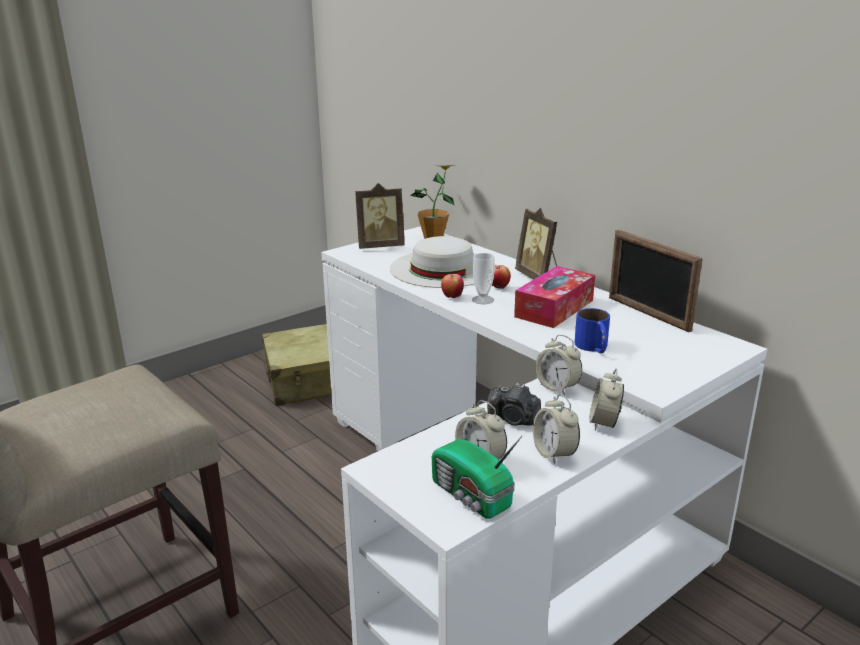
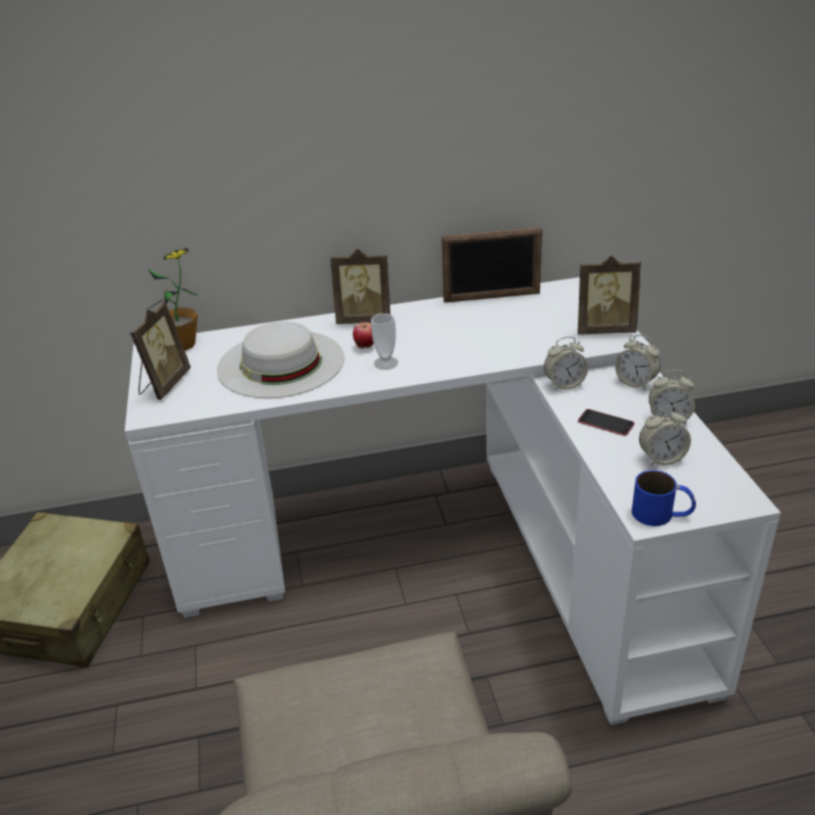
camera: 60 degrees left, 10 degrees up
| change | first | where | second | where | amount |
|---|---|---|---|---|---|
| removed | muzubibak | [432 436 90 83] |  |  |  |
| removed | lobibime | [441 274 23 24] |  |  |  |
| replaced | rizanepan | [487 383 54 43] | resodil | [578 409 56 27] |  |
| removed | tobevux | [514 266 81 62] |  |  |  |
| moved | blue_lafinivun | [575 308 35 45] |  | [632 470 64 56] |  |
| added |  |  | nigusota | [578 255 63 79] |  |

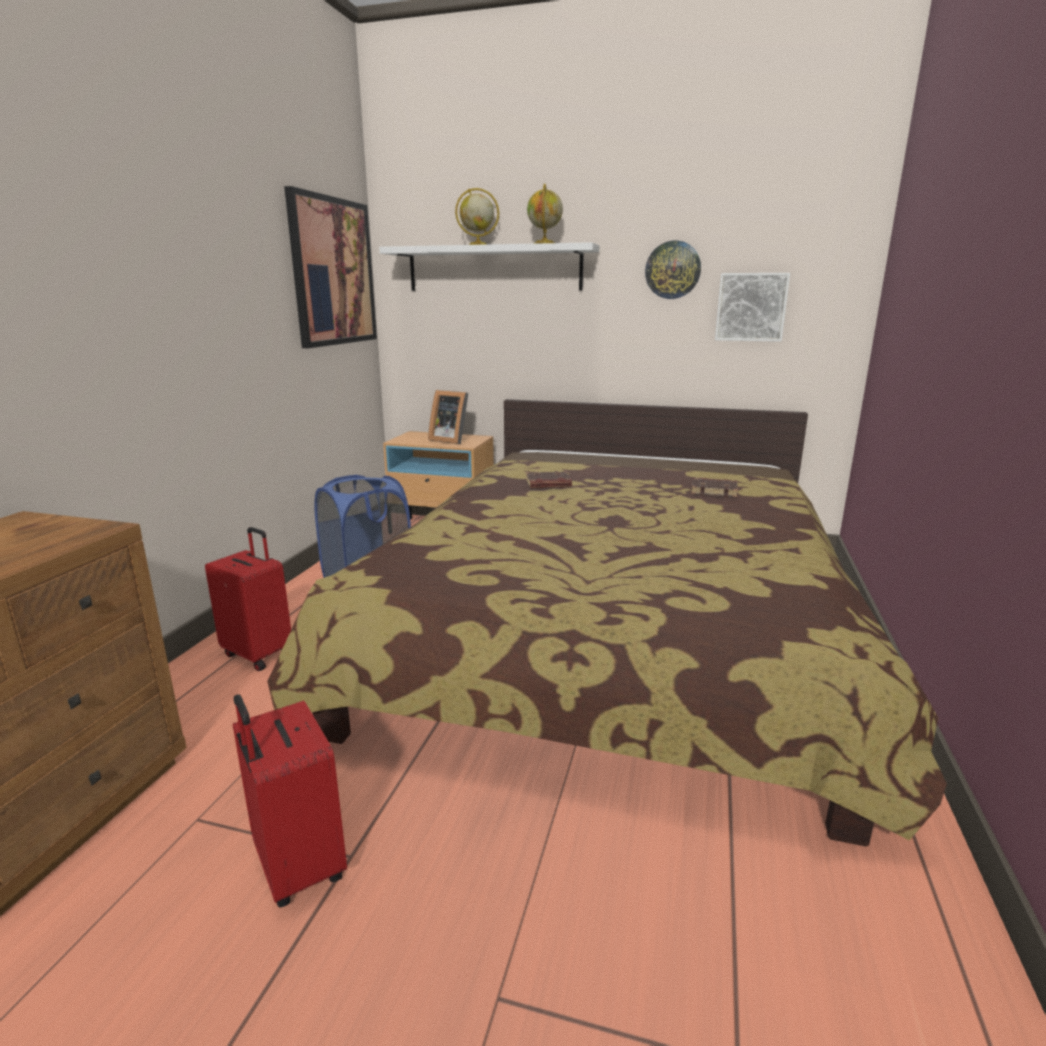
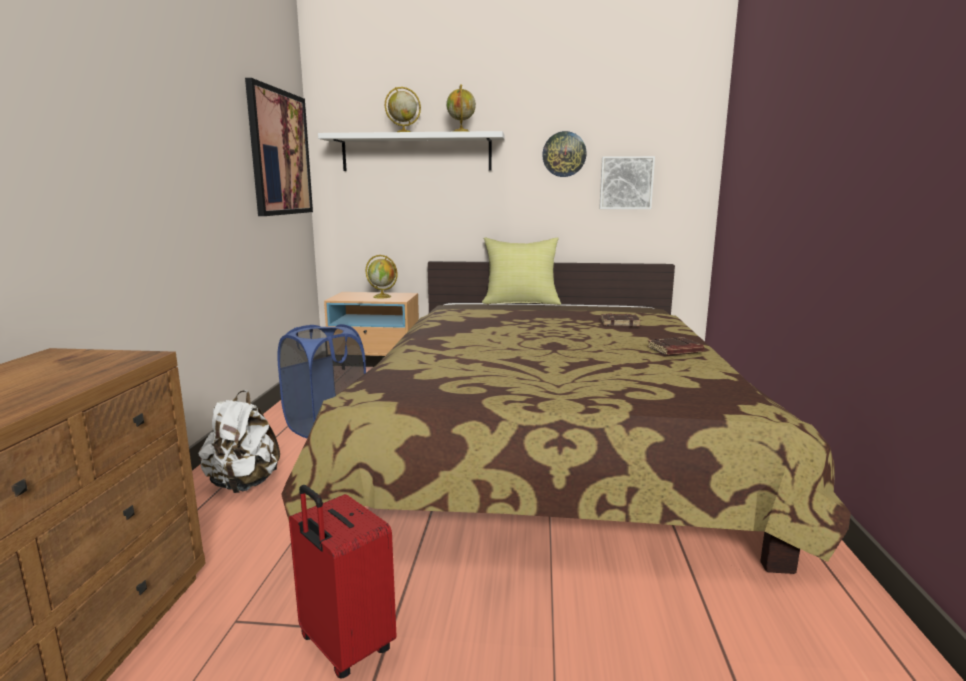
camera: 10 degrees left, 5 degrees down
| change | first | where | second | where | amount |
|---|---|---|---|---|---|
| replaced | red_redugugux | [205 527 86 144] | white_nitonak | [198 390 82 103] |  |
| replaced | nigusota | [428 390 40 54] | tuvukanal | [366 255 32 44] |  |
| moved | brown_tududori | [526 471 46 17] |  | [647 337 57 18] |  |
| added |  |  | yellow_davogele | [482 237 79 68] |  |

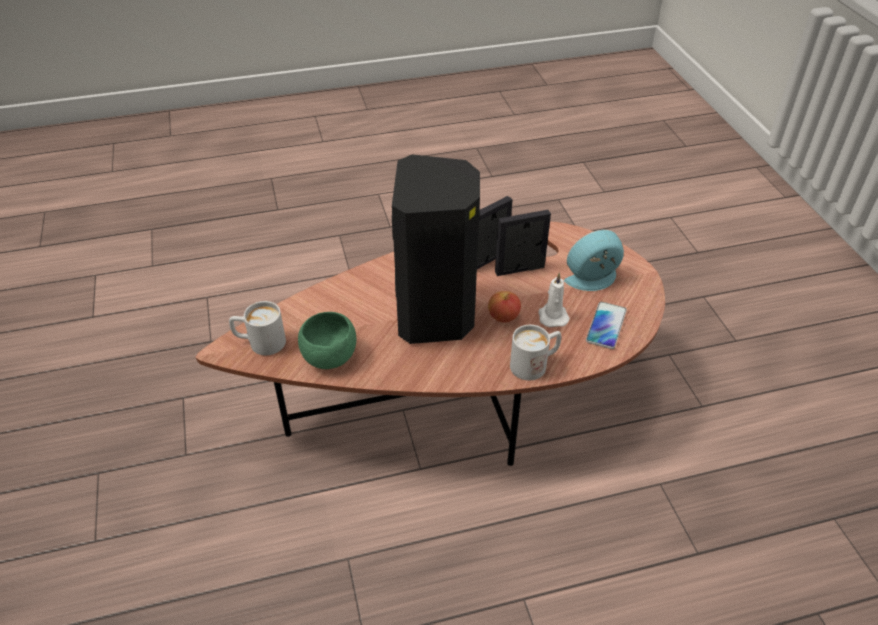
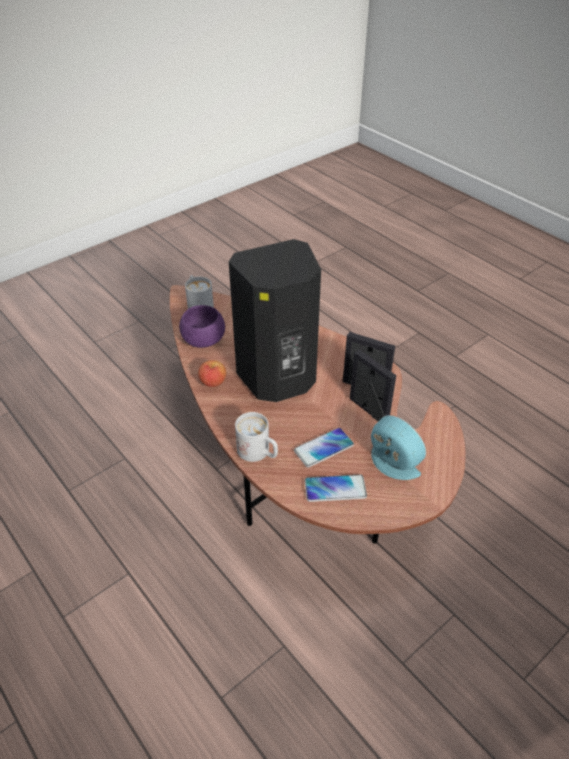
camera: 65 degrees right, 0 degrees up
| change | first | where | second | where | amount |
|---|---|---|---|---|---|
| recoloured | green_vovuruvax | [298 312 58 57] | purple_vovuruvax | [179 305 46 43] |  |
| moved | lobibime | [488 291 33 31] |  | [198 360 28 27] |  |
| replaced | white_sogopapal | [538 273 32 54] | resodil | [294 428 60 39] |  |

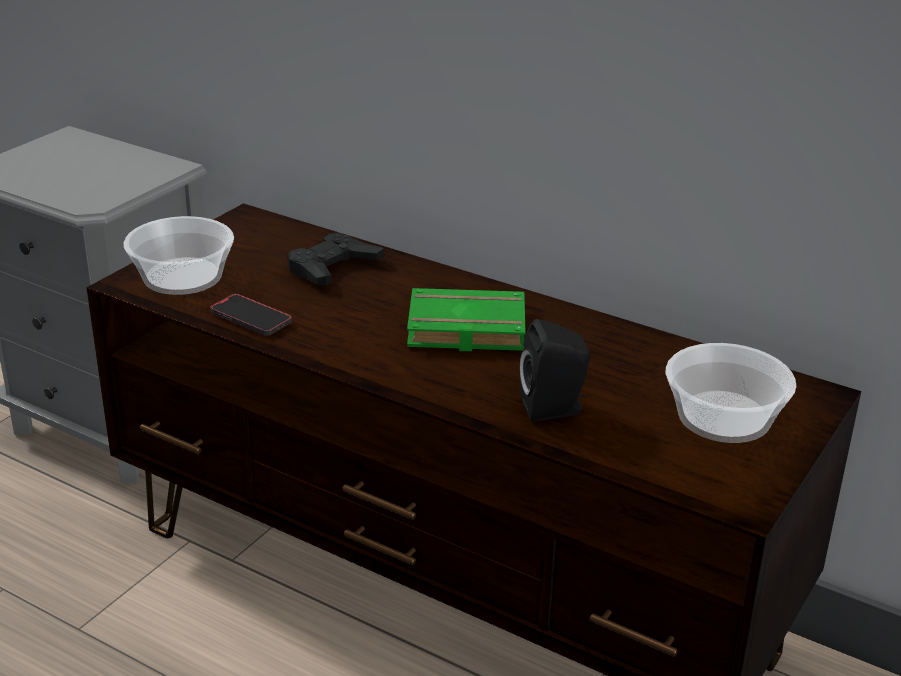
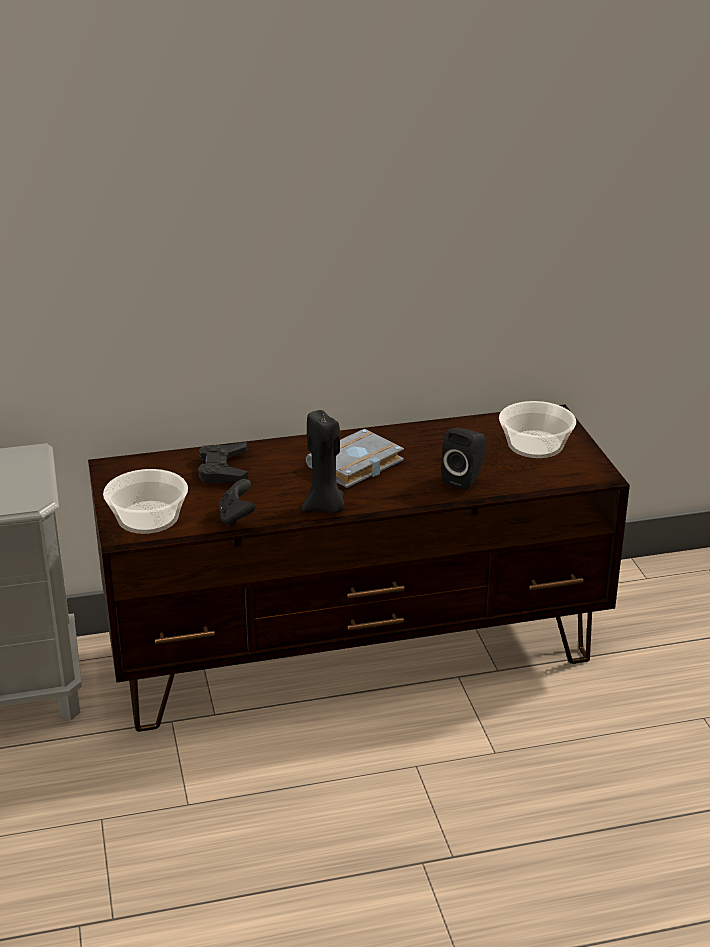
camera: 45 degrees left, 0 degrees up
| change | first | where | second | where | amount |
|---|---|---|---|---|---|
| replaced | resodil | [210 294 82 41] | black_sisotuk | [218 479 37 48] |  |
| recoloured | green_tududori | [407 288 119 64] | grey_tududori | [306 429 98 59] |  |
| added |  |  | black_sogopapal | [302 410 42 103] |  |

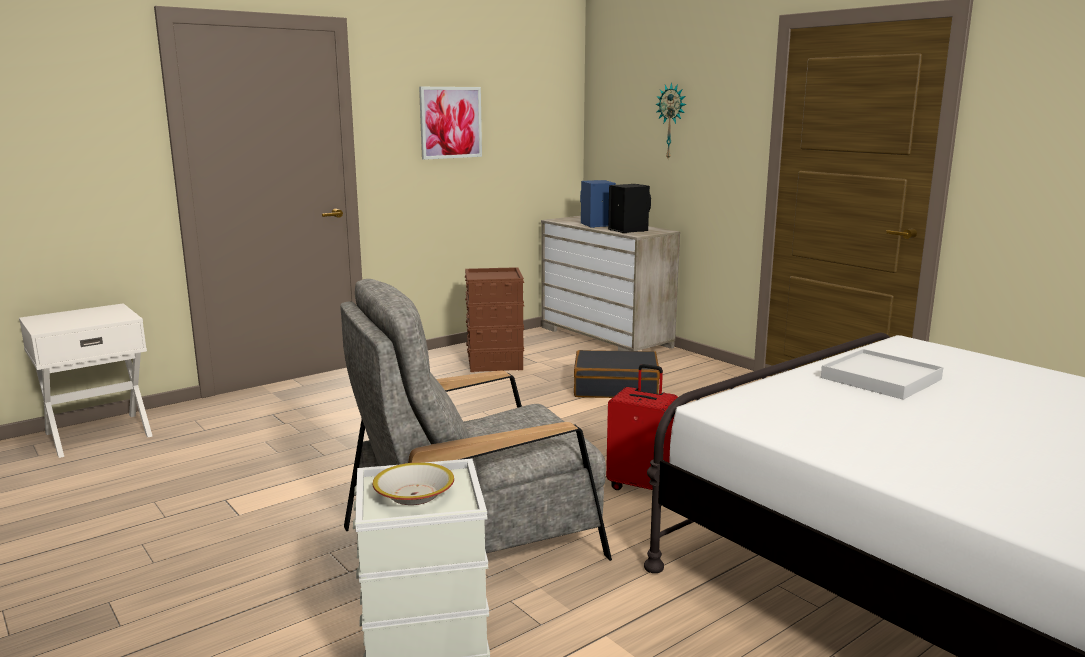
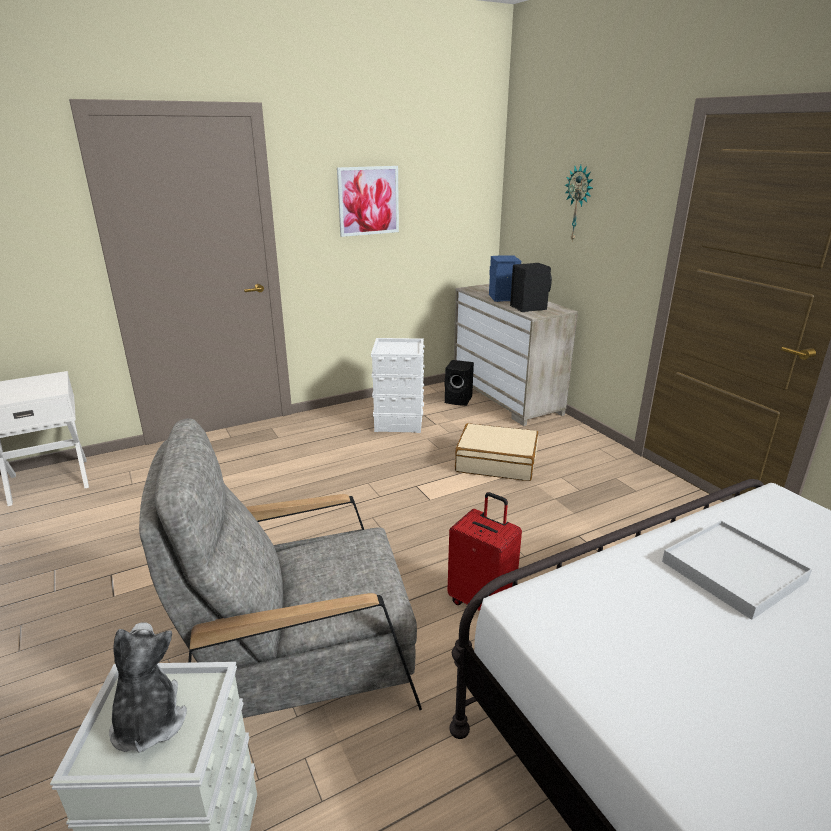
camera: 10 degrees right, 10 degrees up
| change | first | where | second | where | amount |
|---|---|---|---|---|---|
| replaced | vovuruvax | [373 462 81 43] | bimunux | [109 622 78 131] |  |
| recoloured | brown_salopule | [465 267 59 105] | white_salopule | [371 338 54 95] |  |
| recoloured | black_redugugux | [574 350 86 48] | beige_redugugux | [455 423 83 58] |  |
| added |  |  | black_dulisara | [445 360 29 46] |  |

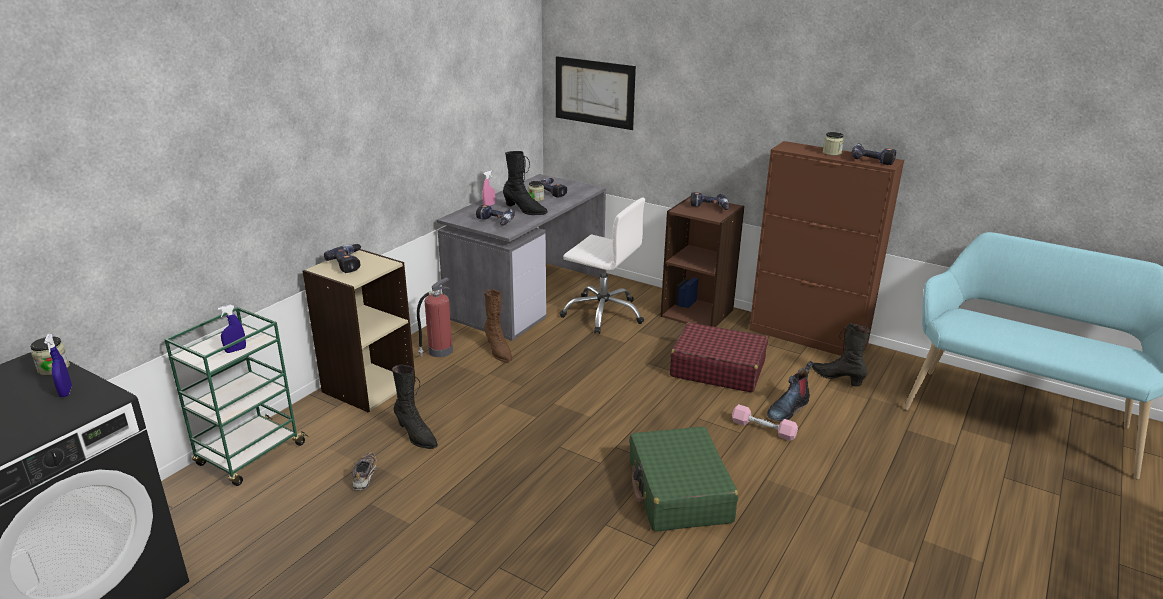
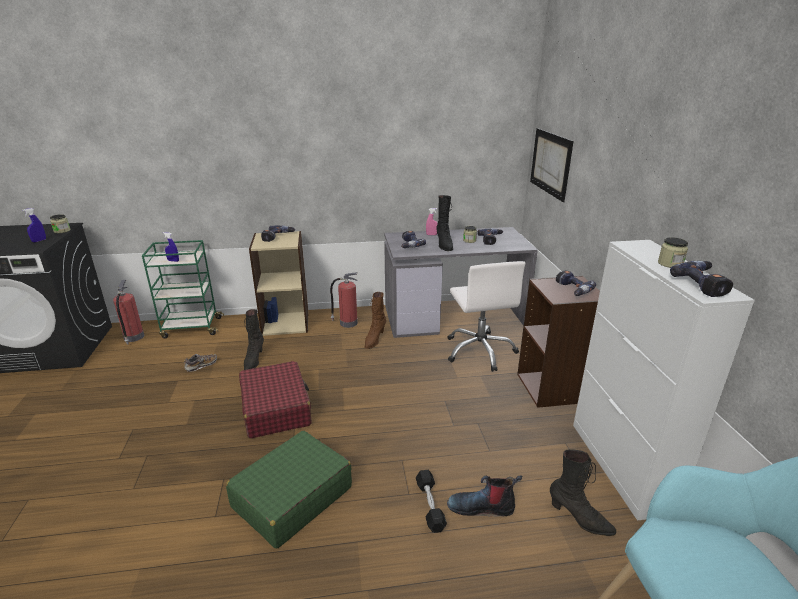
camera: 50 degrees right, 0 degrees up
| change | first | where | second | where | amount |
|---|---|---|---|---|---|
| moved | red_redugugux | [670 323 98 70] |  | [239 361 72 78] |  |
| recoloured | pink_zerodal | [732 404 66 37] | black_zerodal | [416 470 31 63] |  |
| recoloured | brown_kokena | [749 141 155 215] | white_kokena | [573 240 182 281] |  |
| turned | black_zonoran | [812 323 58 64] |  | [550 449 66 87] | 120 degrees clockwise |
| added |  |  | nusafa | [113 280 31 65] |  |

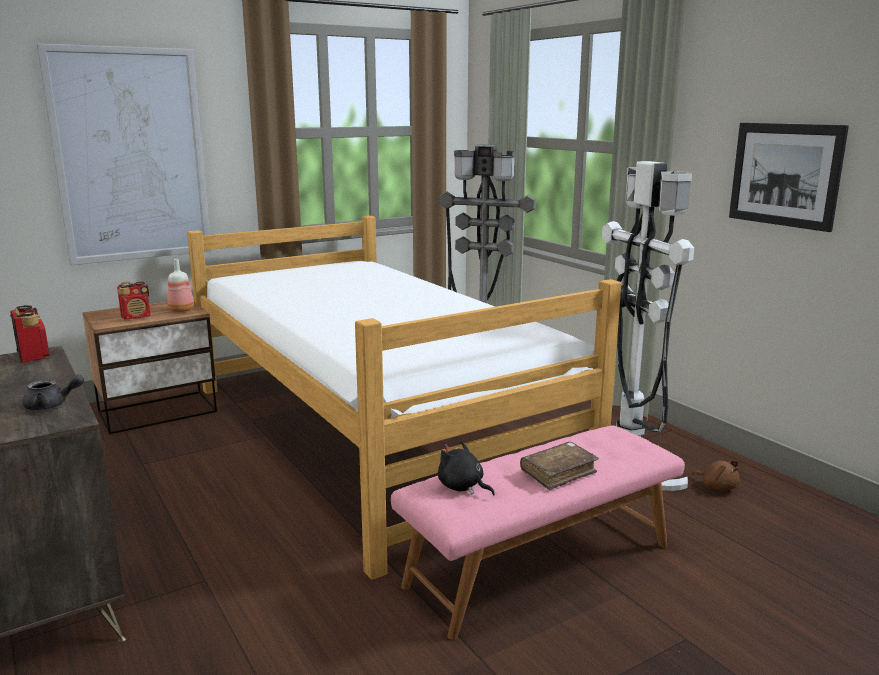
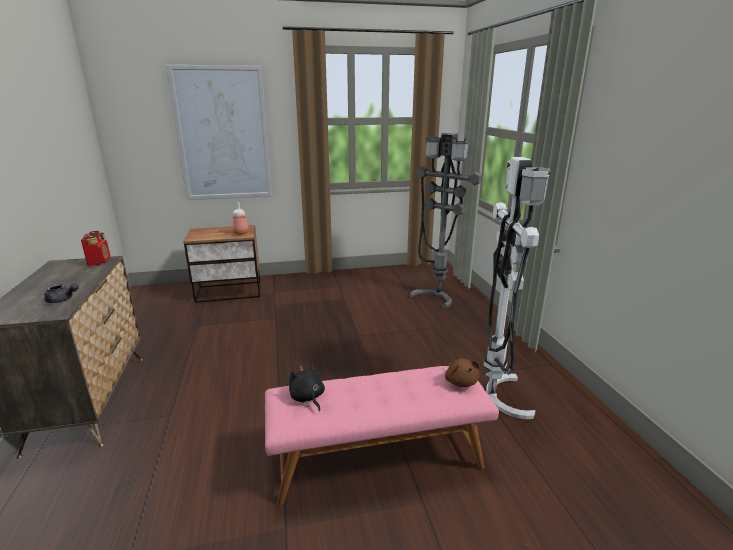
camera: 20 degrees right, 5 degrees up
| change | first | where | second | where | amount |
|---|---|---|---|---|---|
| removed | muzubibak | [117 281 34 39] |  |  |  |
| removed | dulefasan | [187 216 434 364] |  |  |  |
| removed | brown_tududori | [520 442 79 48] |  |  |  |
| moved | brown_bimunux | [692 460 48 31] |  | [445 359 35 28] |  |
| removed | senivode | [729 123 120 109] |  |  |  |

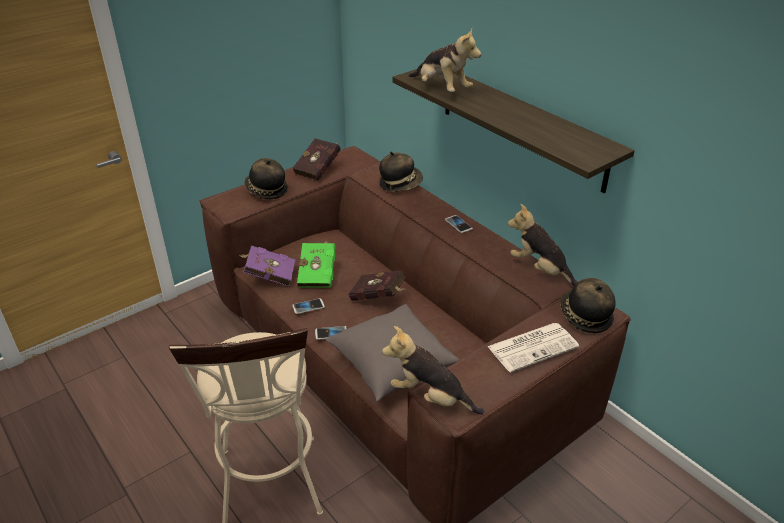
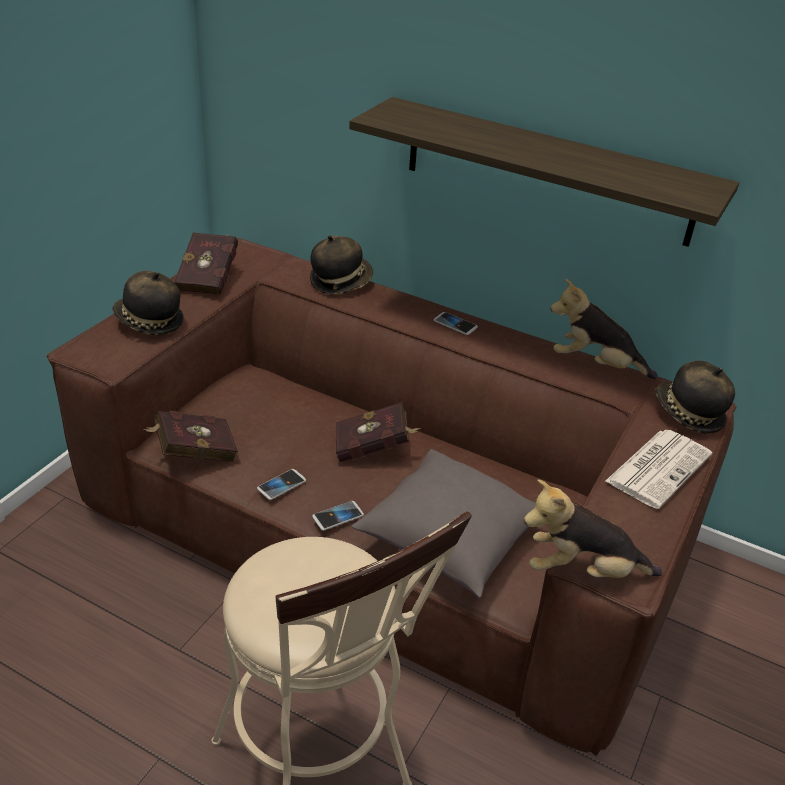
camera: 25 degrees left, 0 degrees up
| change | first | where | second | where | amount |
|---|---|---|---|---|---|
| recoloured | purple_tududori | [239 246 56 41] | red_tududori | [143 411 95 51] |  |
| removed | green_tududori | [297 240 38 48] |  |  |  |
| removed | bimunux | [409 28 72 64] |  |  |  |

